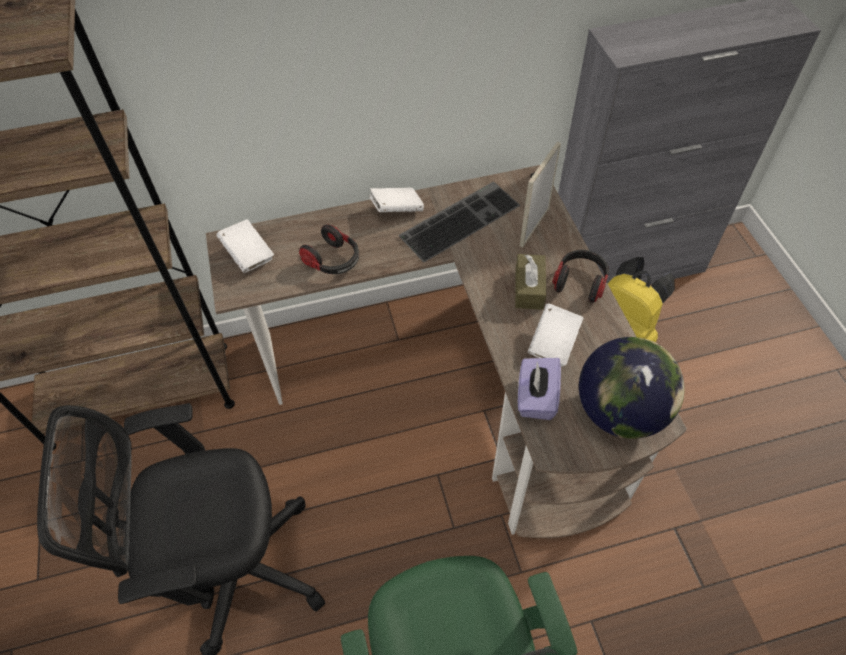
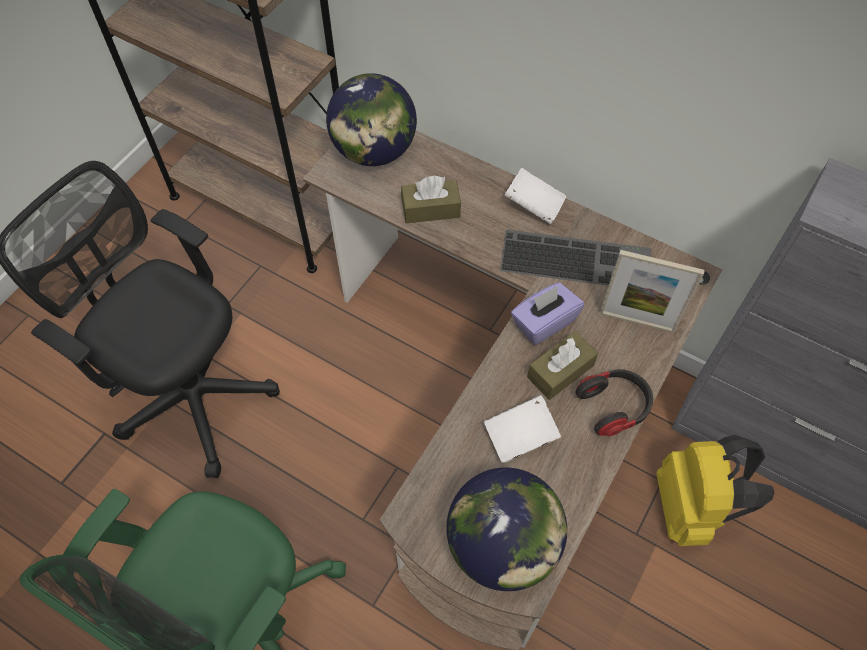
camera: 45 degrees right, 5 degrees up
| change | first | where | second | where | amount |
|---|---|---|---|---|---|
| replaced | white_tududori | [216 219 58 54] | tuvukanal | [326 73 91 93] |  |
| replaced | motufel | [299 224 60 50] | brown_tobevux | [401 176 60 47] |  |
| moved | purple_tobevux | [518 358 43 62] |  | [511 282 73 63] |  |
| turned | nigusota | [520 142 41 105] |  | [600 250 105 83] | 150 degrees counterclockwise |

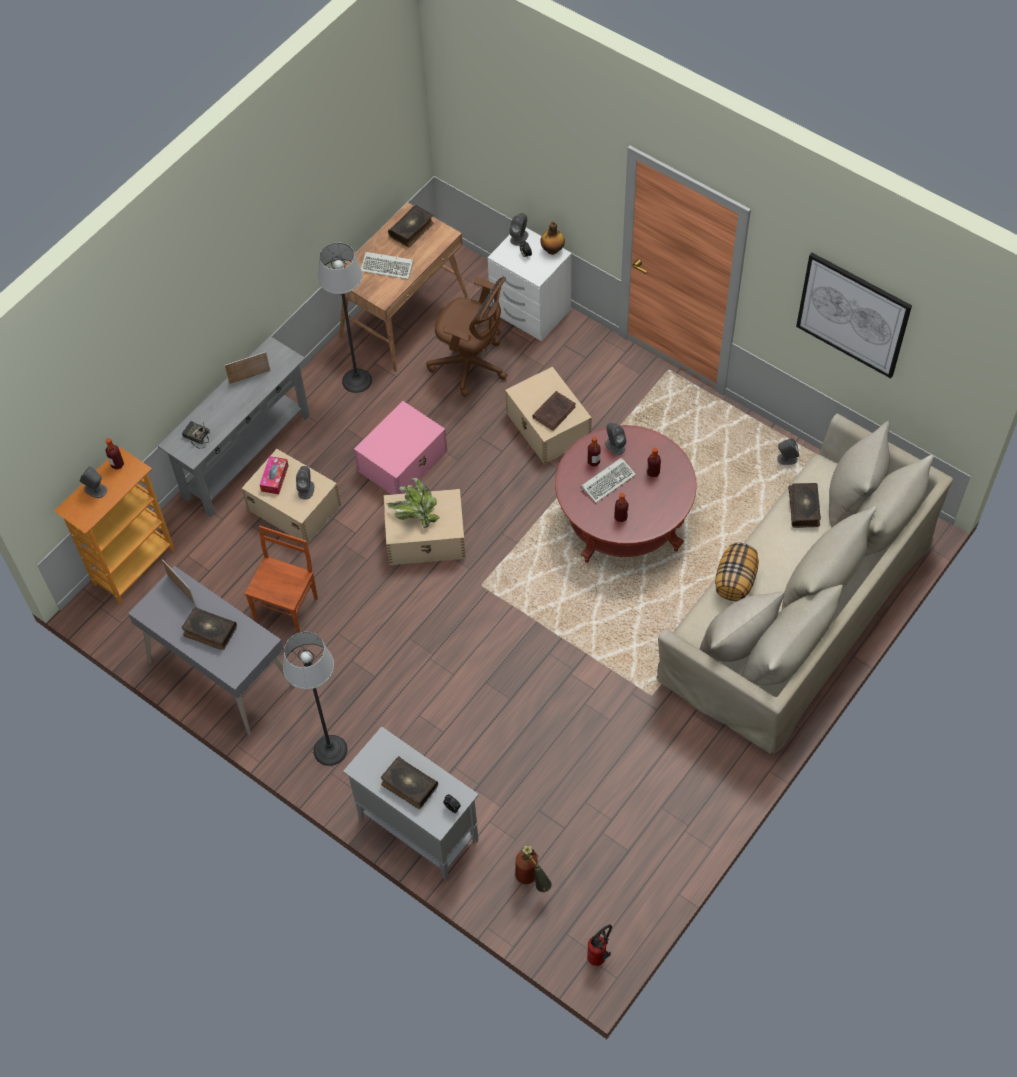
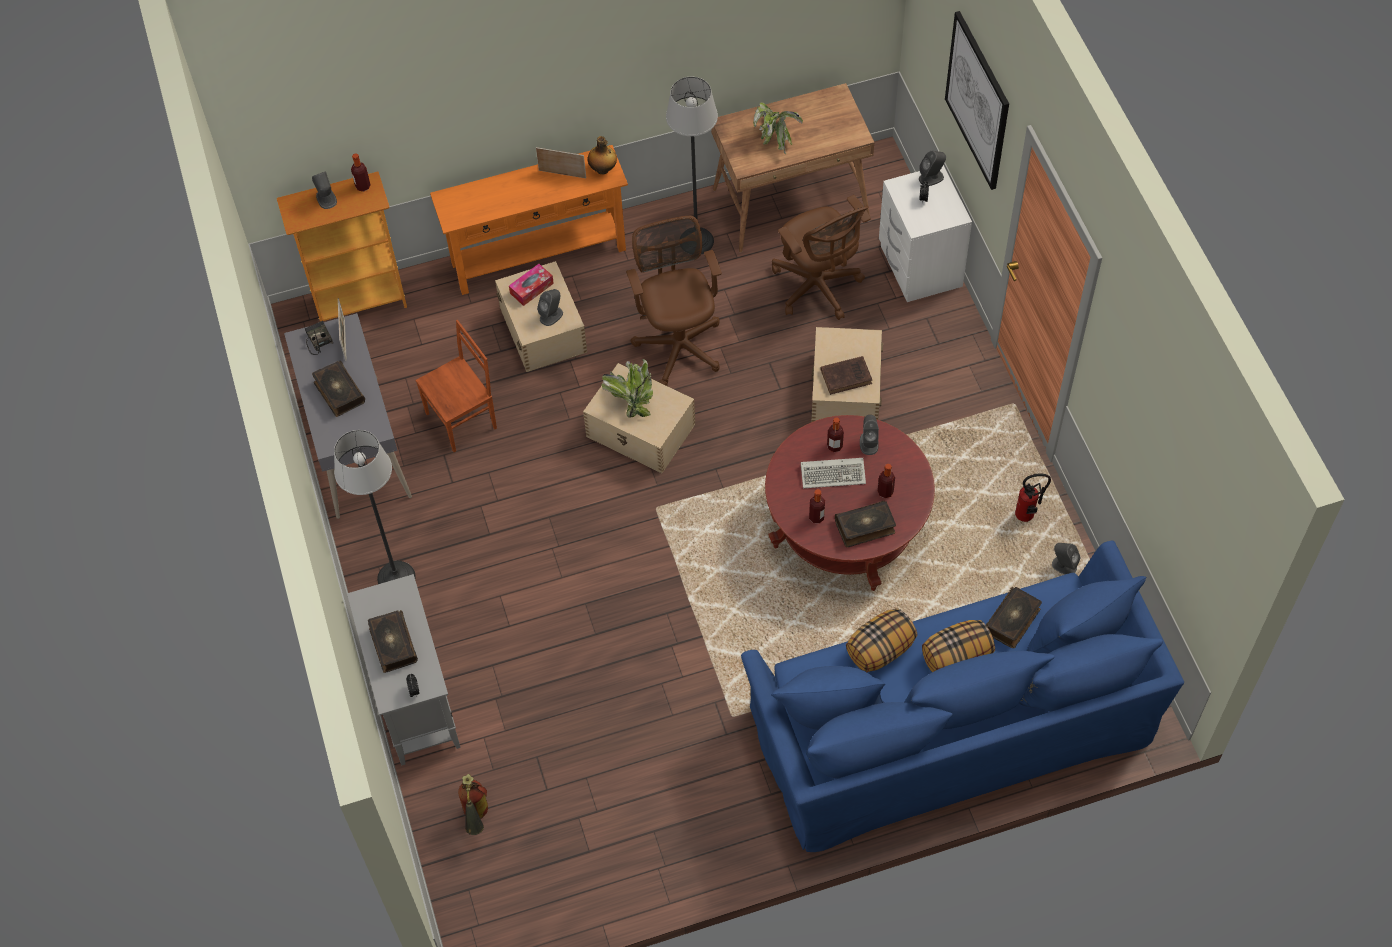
camera: 35 degrees right, 0 degrees up
| change | first | where | second | where | amount |
|---|---|---|---|---|---|
| recoloured | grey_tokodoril | [158 336 152 181] | orange_tokodoril | [430 145 198 150] |  |
| moved | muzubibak | [182 421 28 28] |  | [305 321 28 34] |  |
| replaced | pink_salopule | [354 401 93 94] | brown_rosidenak | [626 216 96 170] |  |
| replaced | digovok | [361 252 53 27] | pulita | [753 102 50 52] |  |
| moved | tududori | [388 205 46 42] |  | [835 500 61 47] |  |
| moved | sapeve | [540 221 25 34] |  | [588 136 29 38] |  |
| moved | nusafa | [587 925 25 41] |  | [1015 473 36 49] |  |
| recoloured | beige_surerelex | [657 413 296 341] | blue_surerelex | [741 541 443 311] |  |
| moved | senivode | [796 253 116 125] |  | [945 11 64 179] |  |
| added |  |  | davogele | [922 620 73 52] |  |

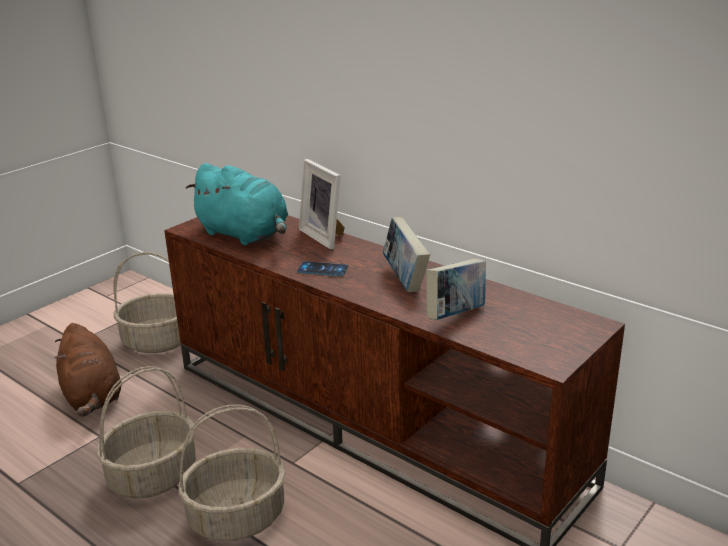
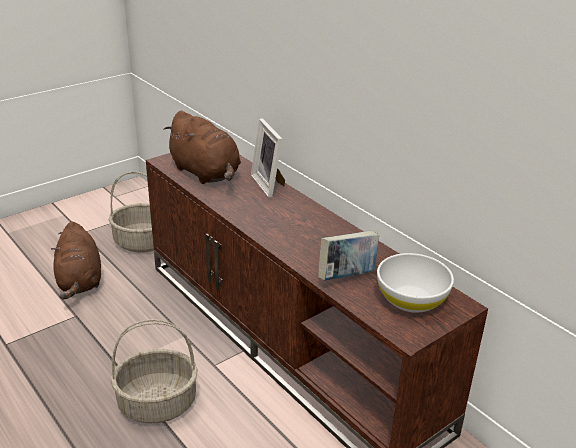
camera: 10 degrees right, 5 degrees up
| change | first | where | second | where | amount |
|---|---|---|---|---|---|
| removed | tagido | [97 366 99 132] |  |  |  |
| recoloured | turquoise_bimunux | [186 163 102 83] | brown_bimunux | [164 111 77 73] |  |
| removed | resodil | [297 261 51 15] |  |  |  |
| removed | tududori | [383 217 47 75] |  |  |  |
| added |  |  | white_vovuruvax | [377 253 77 60] |  |

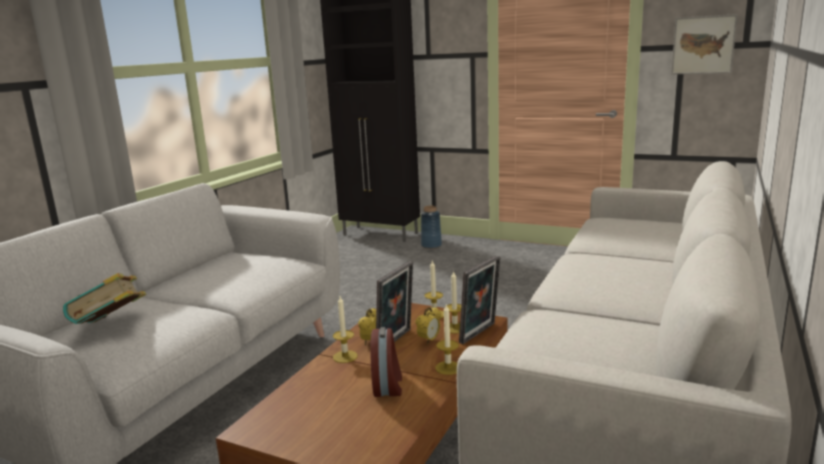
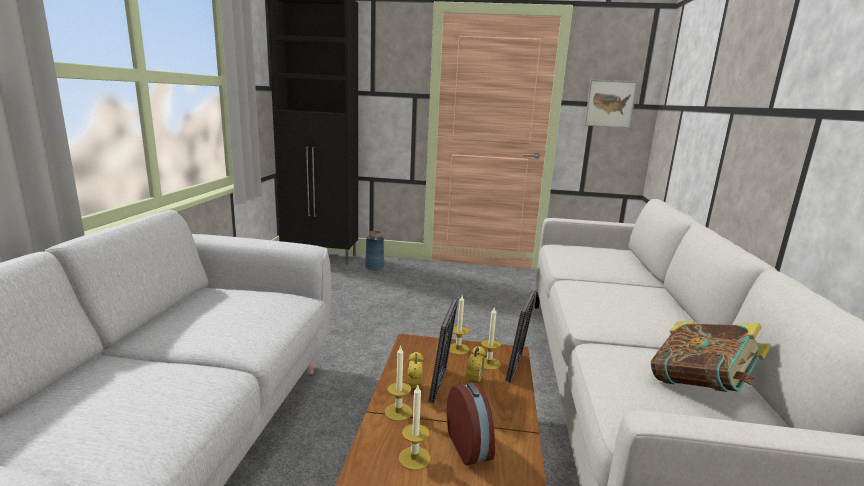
camera: 20 degrees left, 0 degrees up
| change | first | where | second | where | amount |
|---|---|---|---|---|---|
| moved | tududori | [63 273 83 51] |  | [651 321 120 71] |  |
| moved | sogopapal | [435 305 24 70] |  | [399 385 32 85] |  |

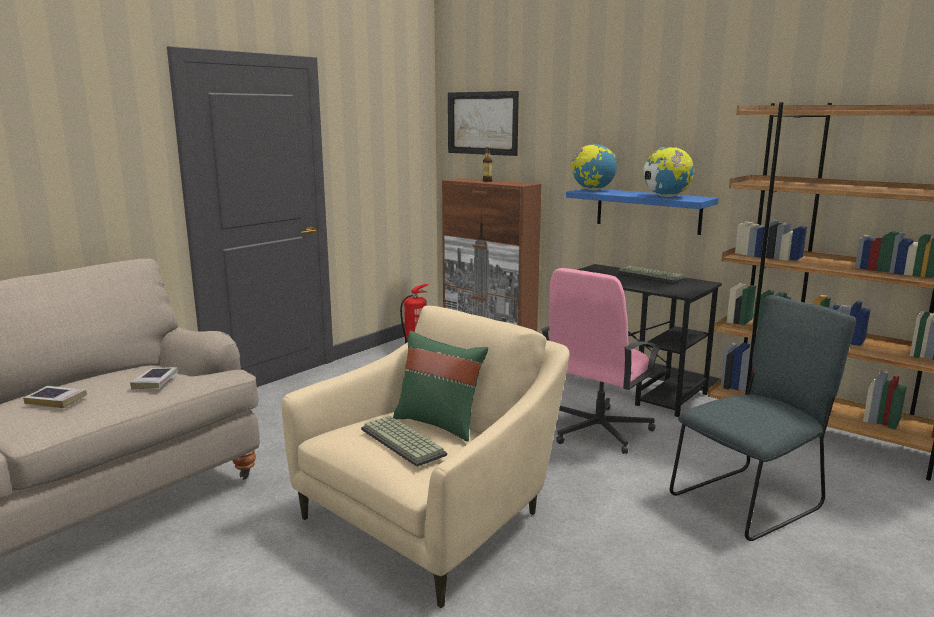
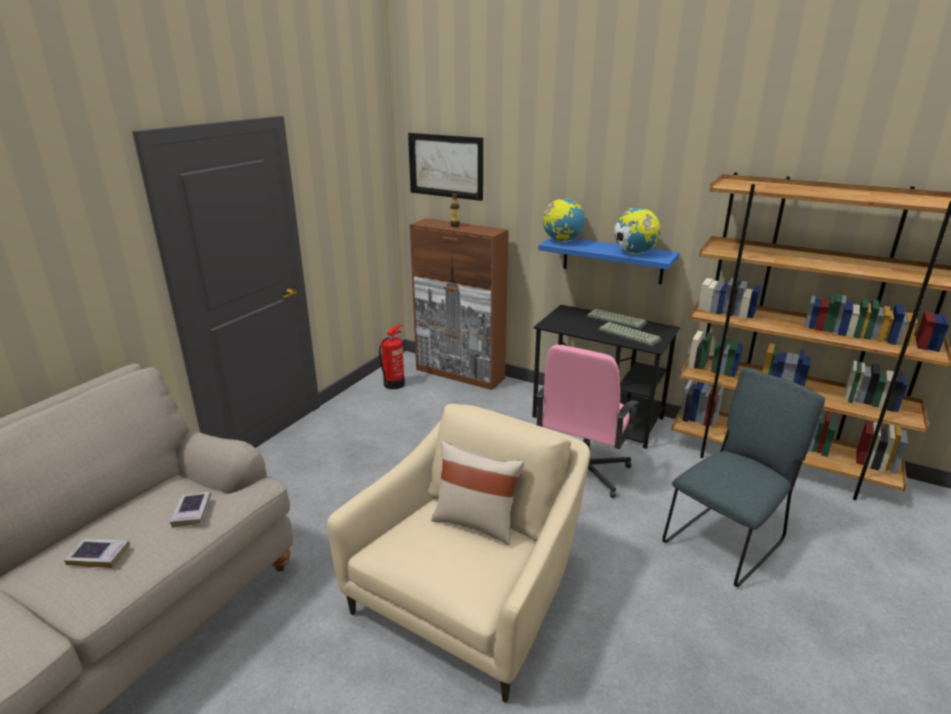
camera: 10 degrees left, 10 degrees up
| change | first | where | second | where | amount |
|---|---|---|---|---|---|
| moved | digovok | [361 416 86 51] |  | [597 322 65 26] |  |
| recoloured | green_davogele | [393 331 95 111] | beige_davogele | [431 440 93 105] |  |

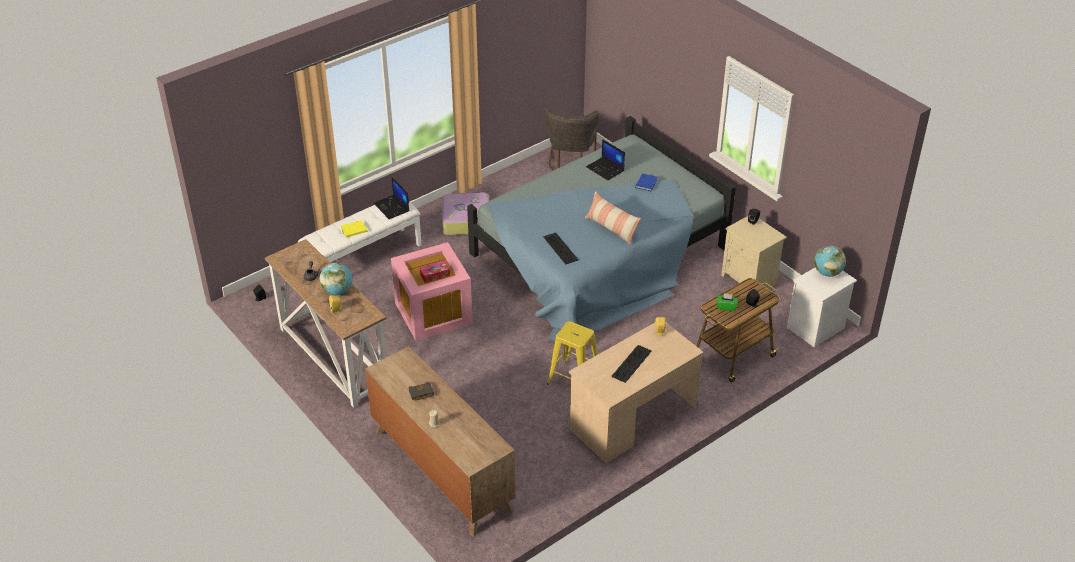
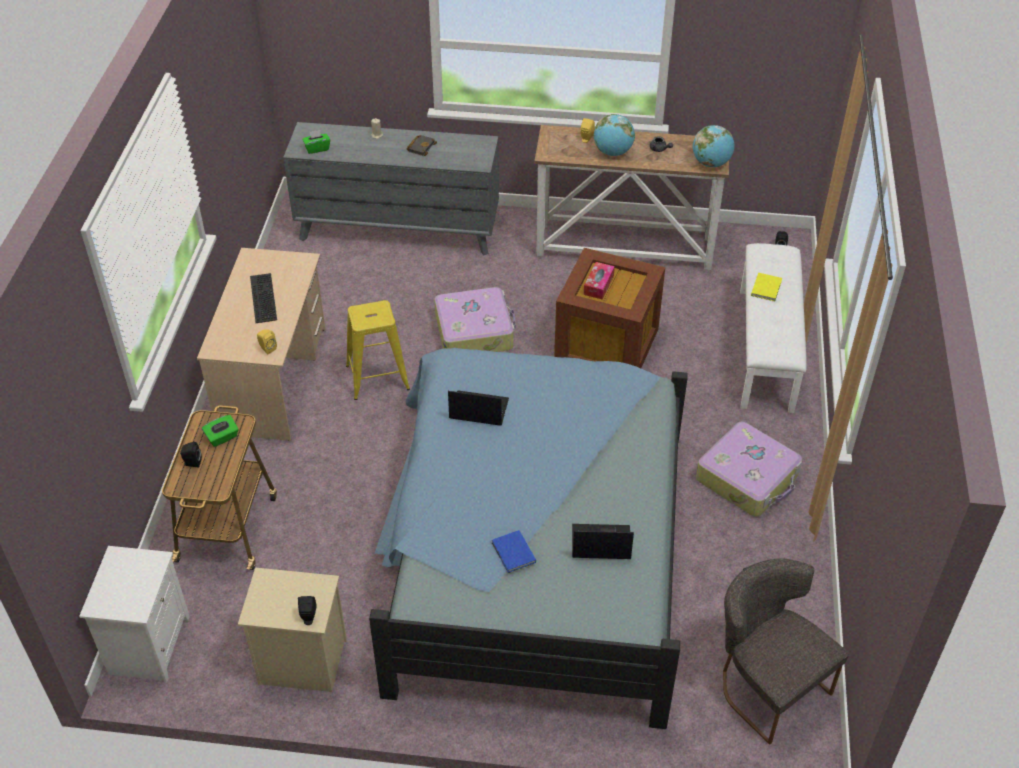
camera: 135 degrees right, 5 degrees up
| change | first | where | second | where | amount |
|---|---|---|---|---|---|
| recoloured | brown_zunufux | [365 346 151 190] | grey_zunufux | [283 122 216 134] |  |
| moved | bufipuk | [374 178 35 41] |  | [448 390 61 36] |  |
| recoloured | pink_salopule | [391 242 82 99] | brown_salopule | [554 248 111 120] |  |
| removed | digovok | [543 233 35 31] |  |  |  |
| removed | davogele | [585 192 56 53] |  |  |  |
| moved | tuvukanal | [814 246 32 31] |  | [693 125 41 42] |  |
| added |  |  | green_tobevux | [302 130 28 24] |  |
| added |  |  | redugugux | [435 287 81 65] |  |

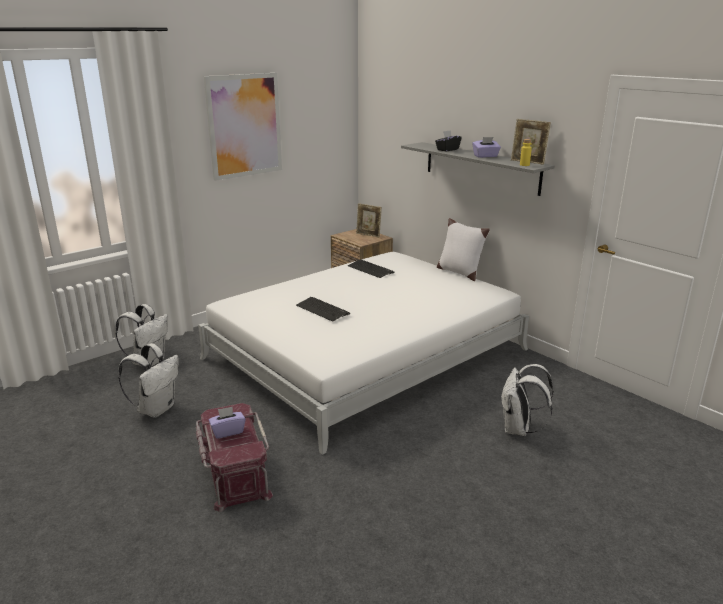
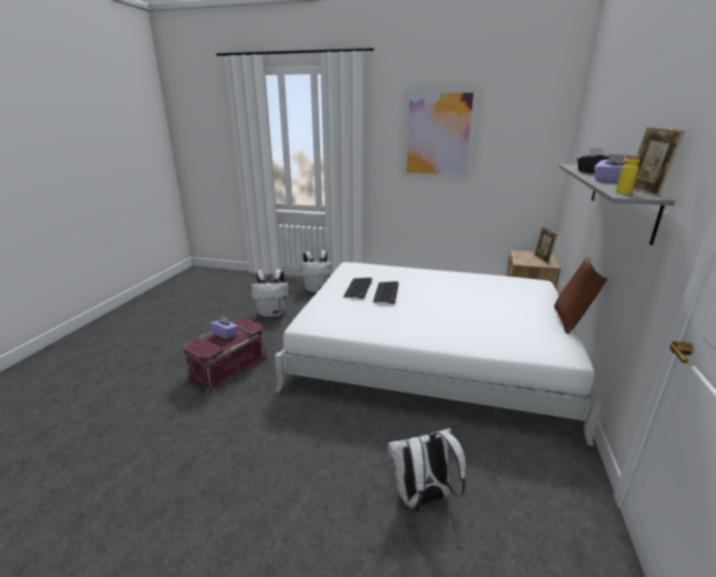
camera: 55 degrees right, 0 degrees up
| change | first | where | second | where | amount |
|---|---|---|---|---|---|
| moved | digovok | [348 259 47 19] |  | [343 278 29 21] |  |
| recoloured | white_davogele | [437 218 53 63] | brown_davogele | [554 257 53 77] |  |

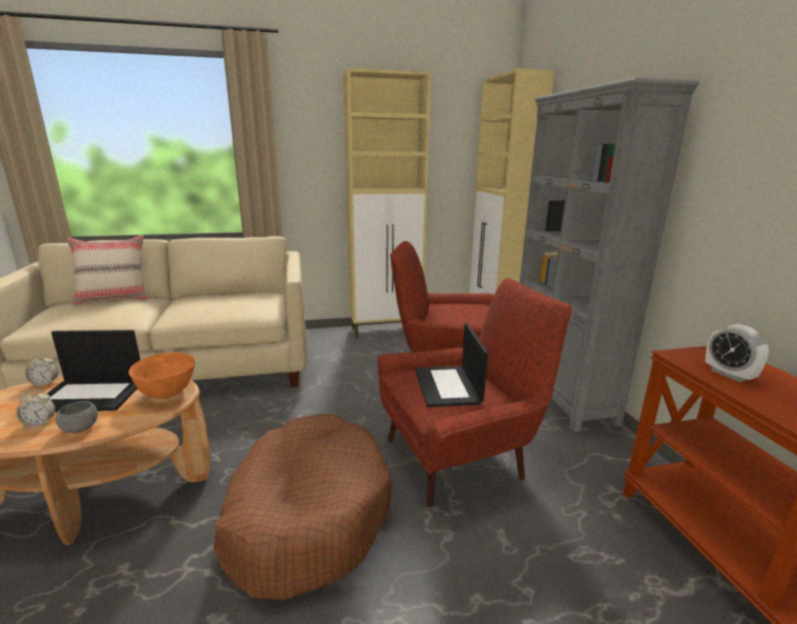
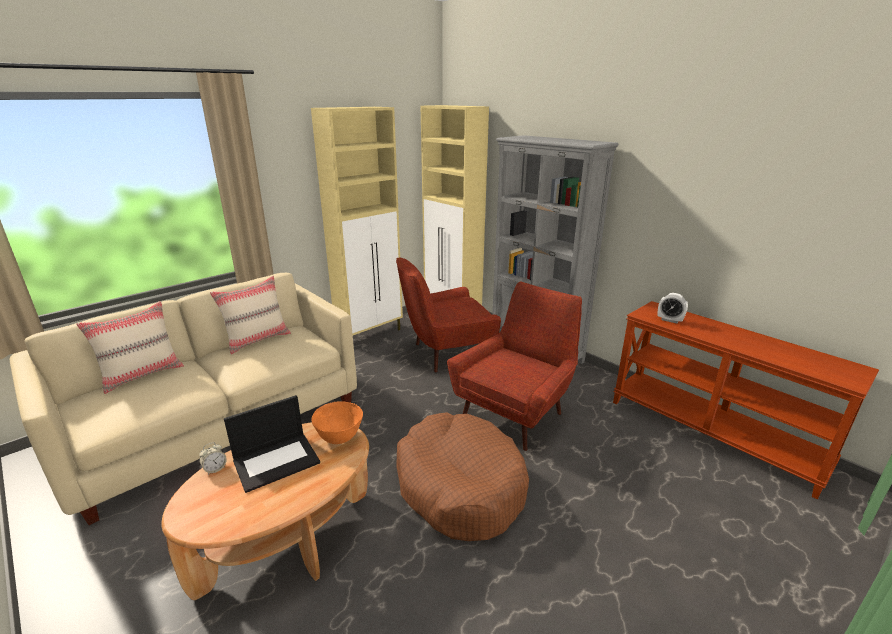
camera: 30 degrees left, 5 degrees up
| change | first | where | second | where | amount |
|---|---|---|---|---|---|
| removed | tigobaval | [16 389 39 38] |  |  |  |
| removed | grey_vovuruvax | [56 401 42 32] |  |  |  |
| removed | bufipuk | [415 323 73 84] |  |  |  |
| added |  |  | beige_davogele | [210 276 81 78] |  |

